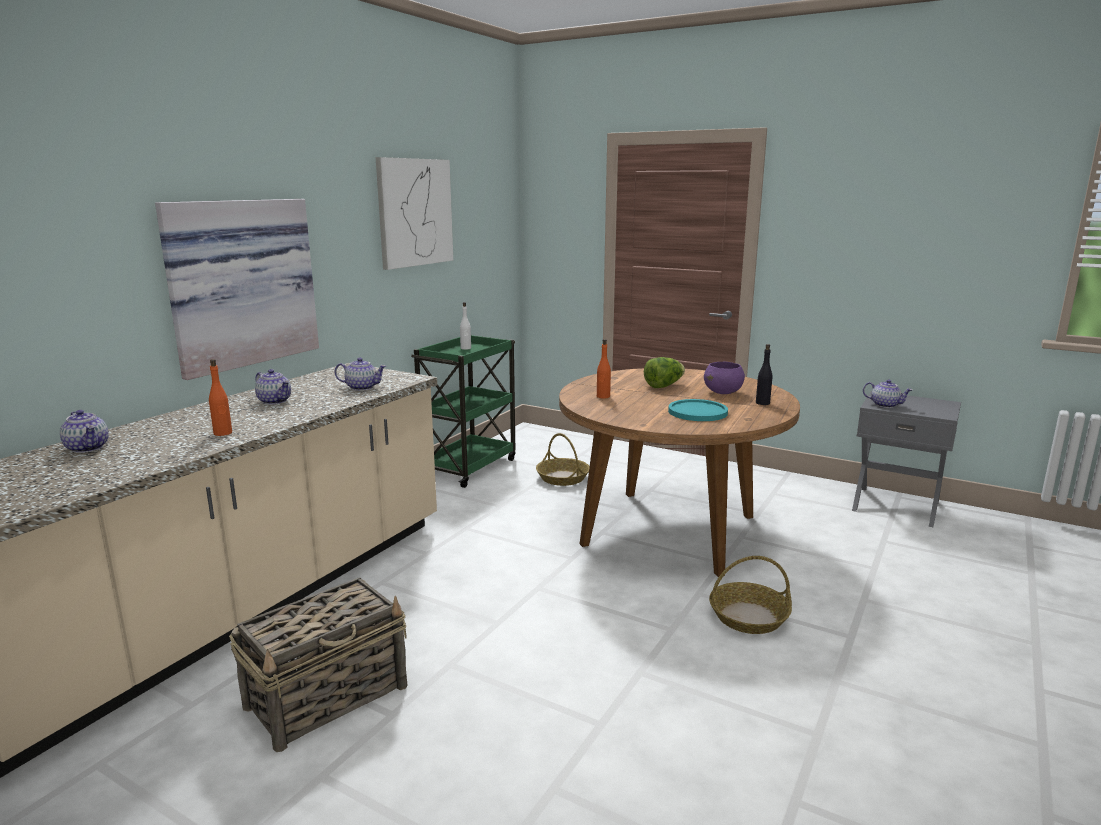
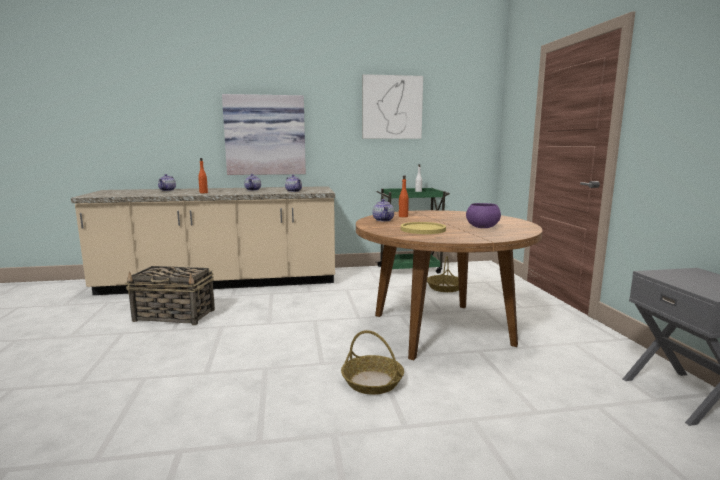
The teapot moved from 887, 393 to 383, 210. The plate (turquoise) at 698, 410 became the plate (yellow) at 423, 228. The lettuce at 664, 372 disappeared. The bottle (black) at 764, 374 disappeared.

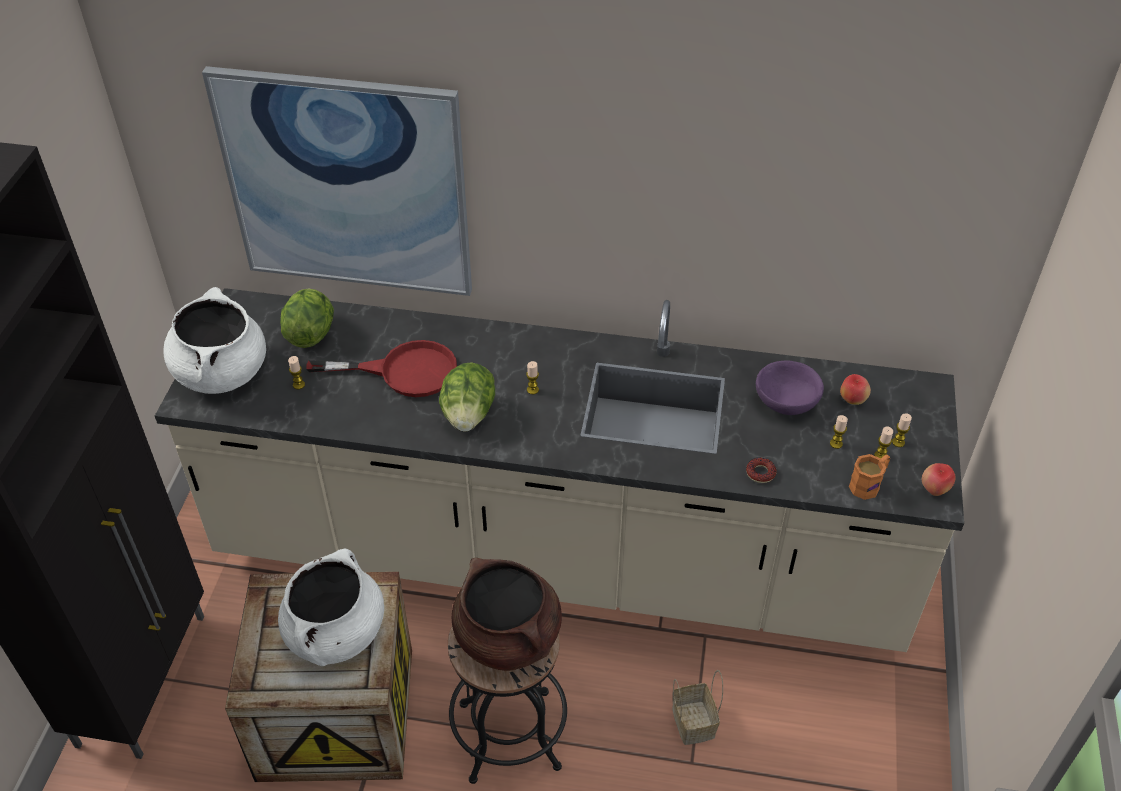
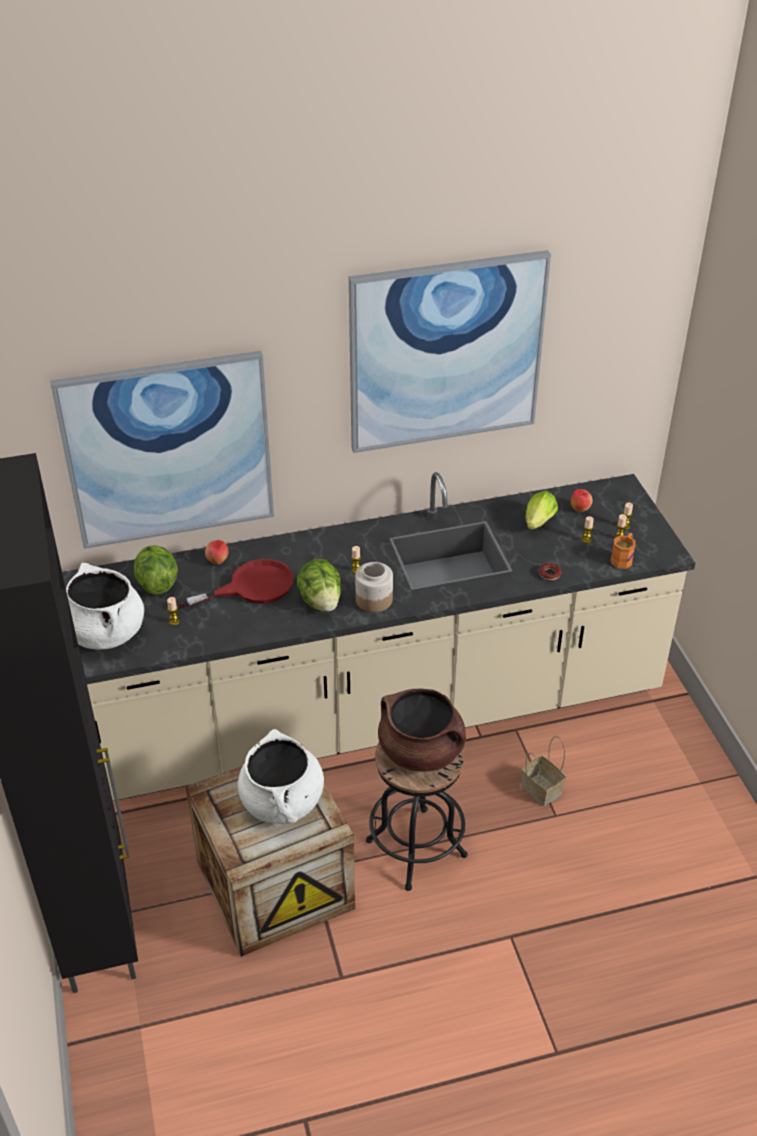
The apple moved from 938, 479 to 216, 552. The picture at 450, 351 appeared. The jar at 374, 587 appeared. The bowl (purple) at 790, 387 was replaced by the lettuce at 541, 510.

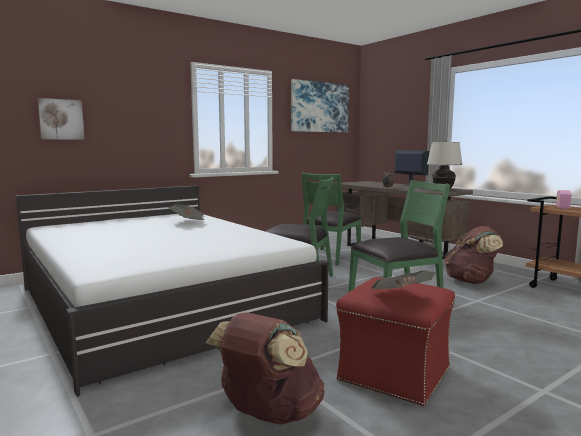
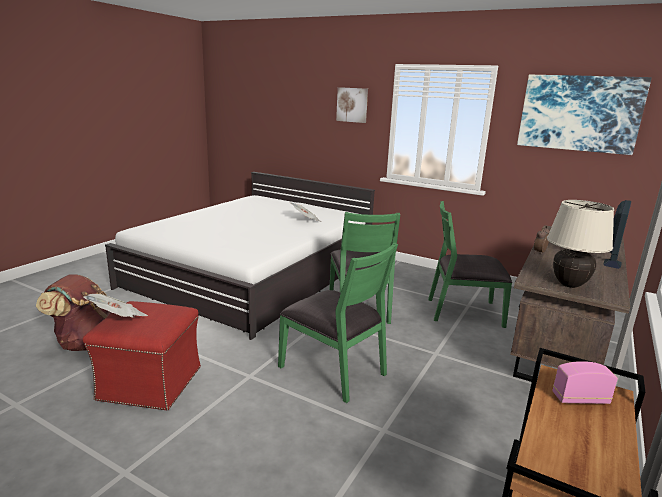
The picture moved from 61, 119 to 352, 105. The backpack (brown) at 473, 255 disappeared.

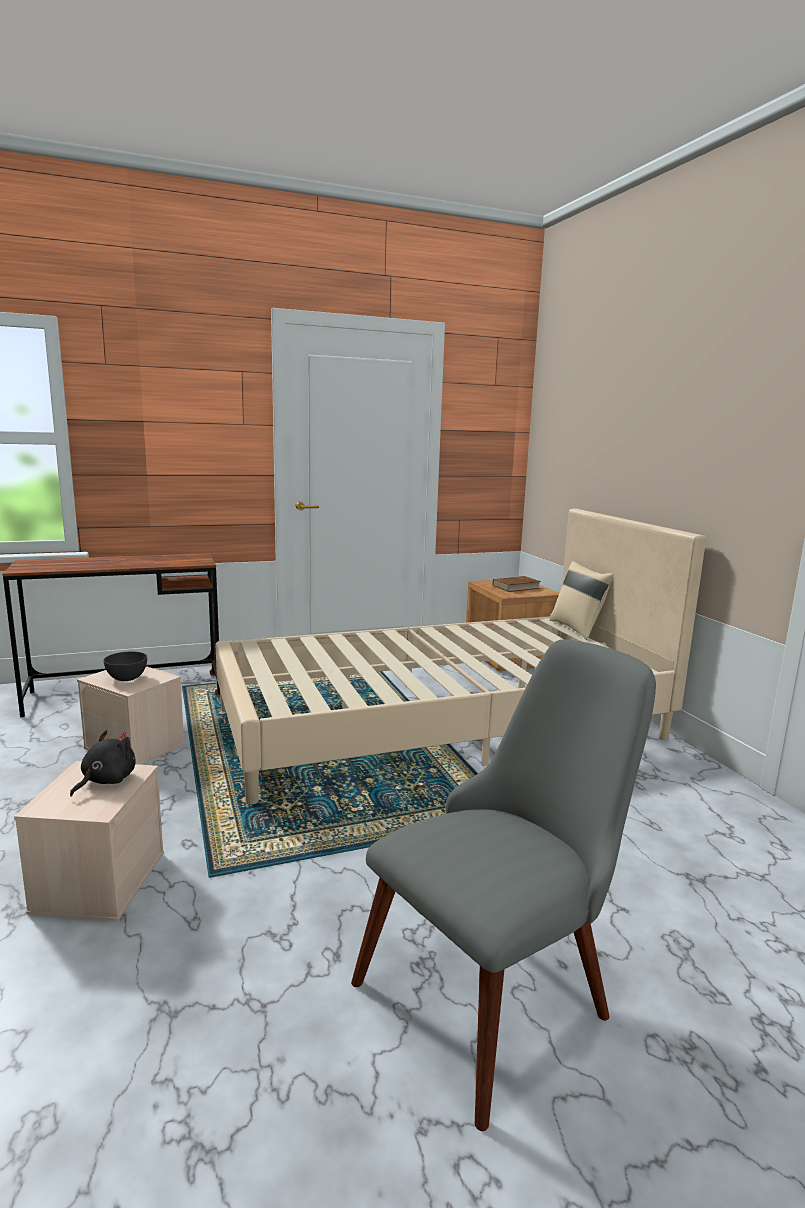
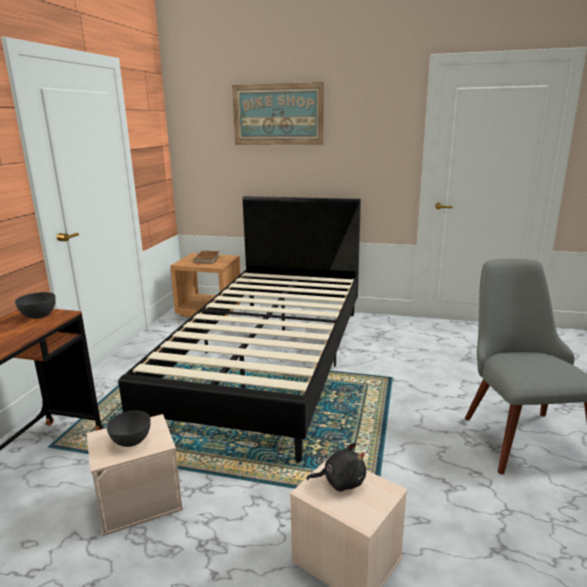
The bowl (grey) at 35, 305 appeared. The bed (beige) at 460, 656 became the bed (black) at 239, 329. The picture at 278, 113 appeared. The plush toy (black) at 102, 763 turned 120 degrees clockwise. The pillow (beige) at 581, 600 disappeared.

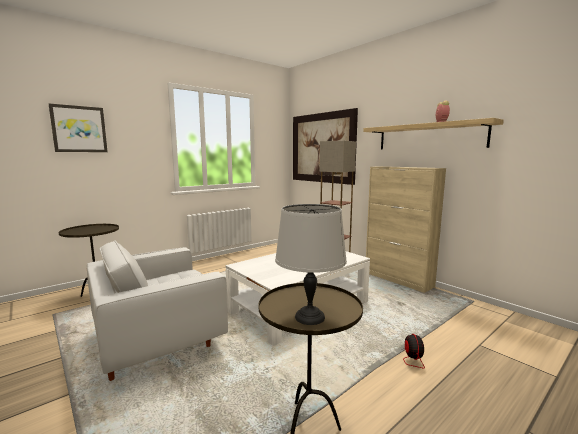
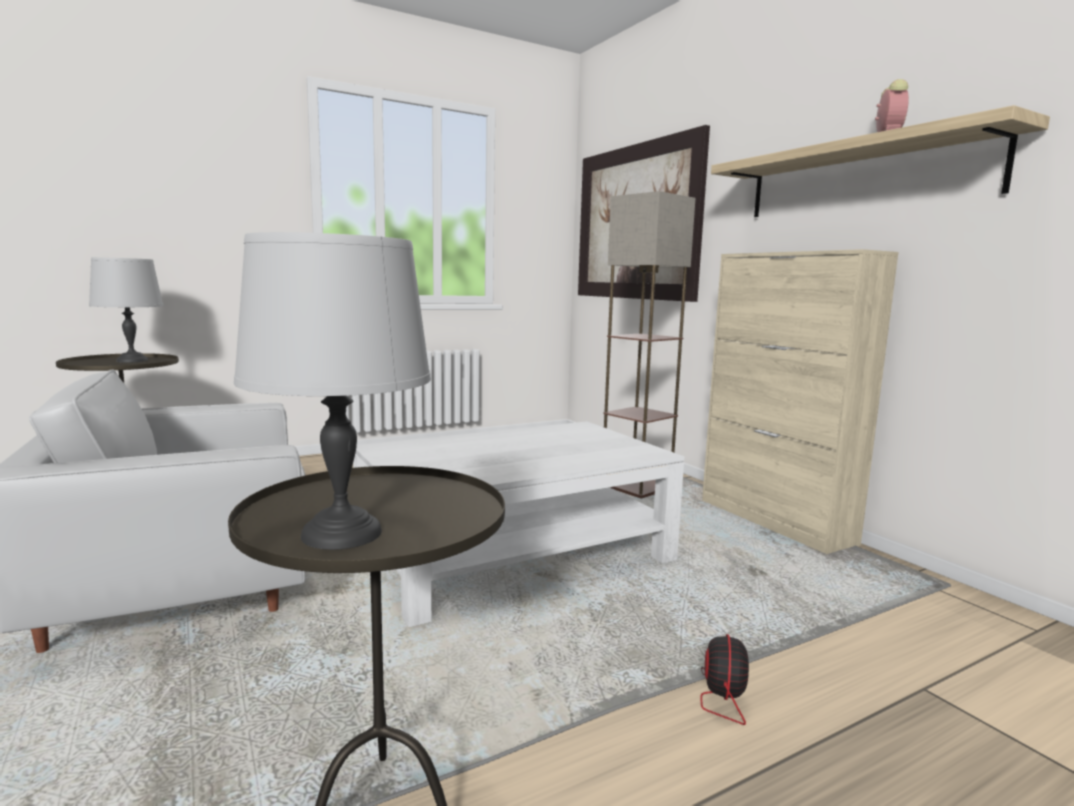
The table lamp (grey) at 126, 310 appeared. The picture at 78, 128 disappeared.

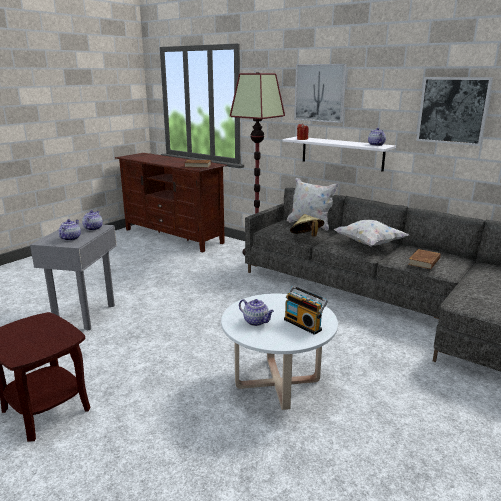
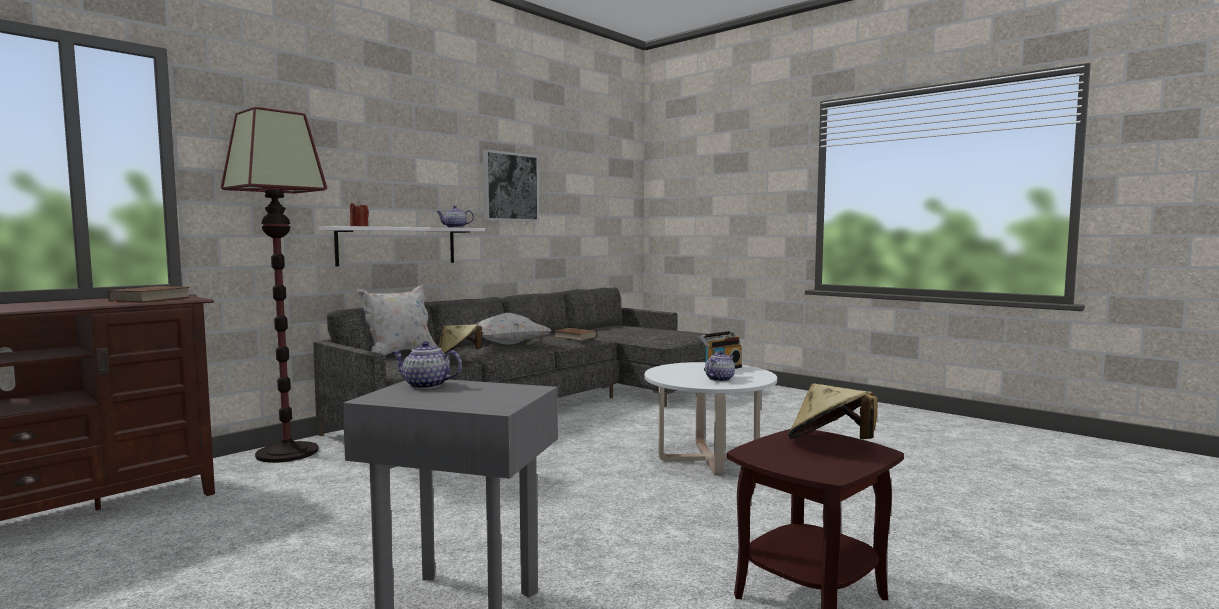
The hat (beige) at 832, 411 appeared. The teapot at 70, 230 disappeared. The picture at 320, 93 disappeared.

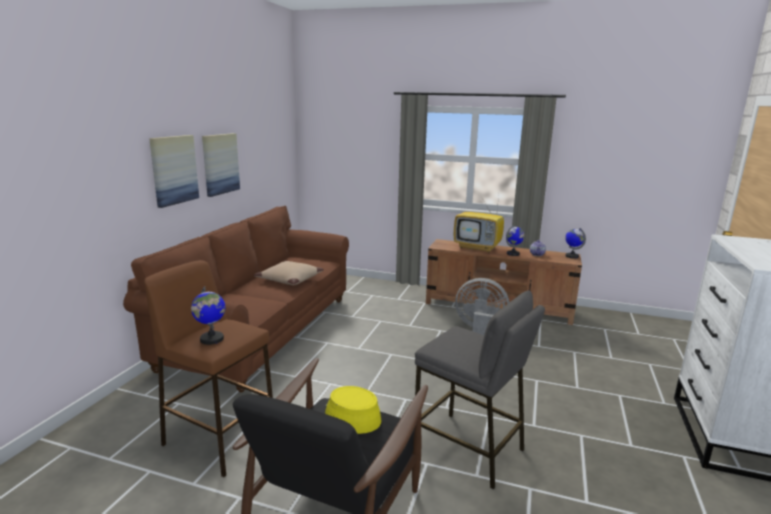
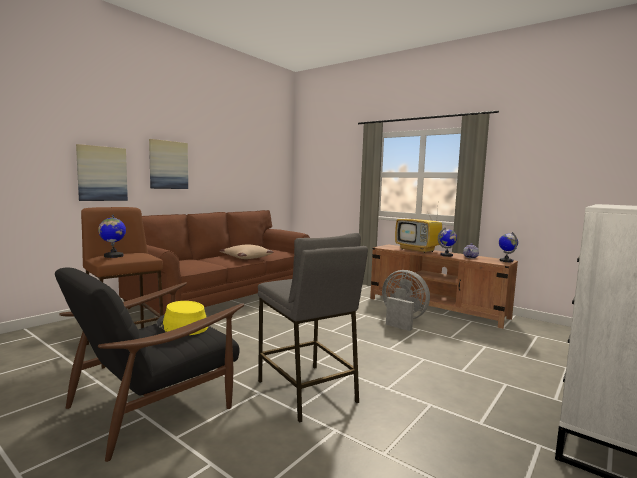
The picture moved from 221, 165 to 102, 172.

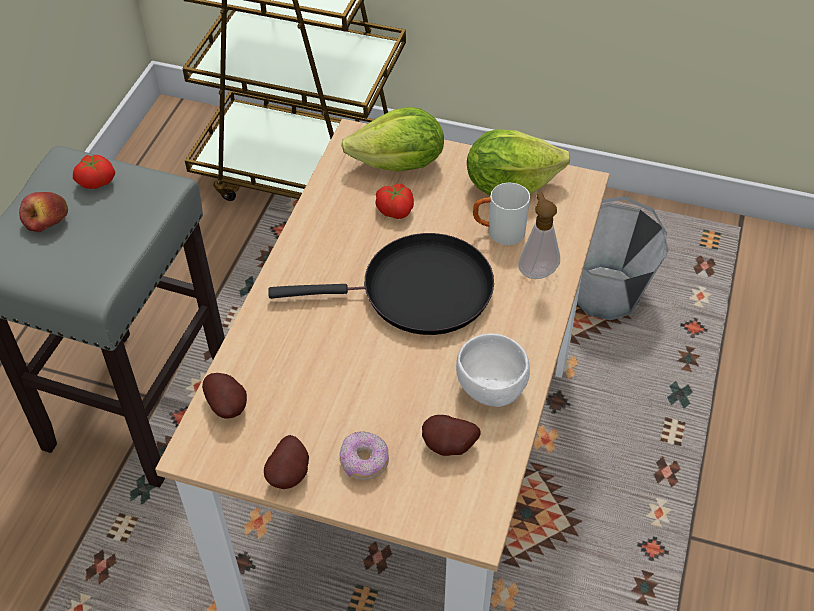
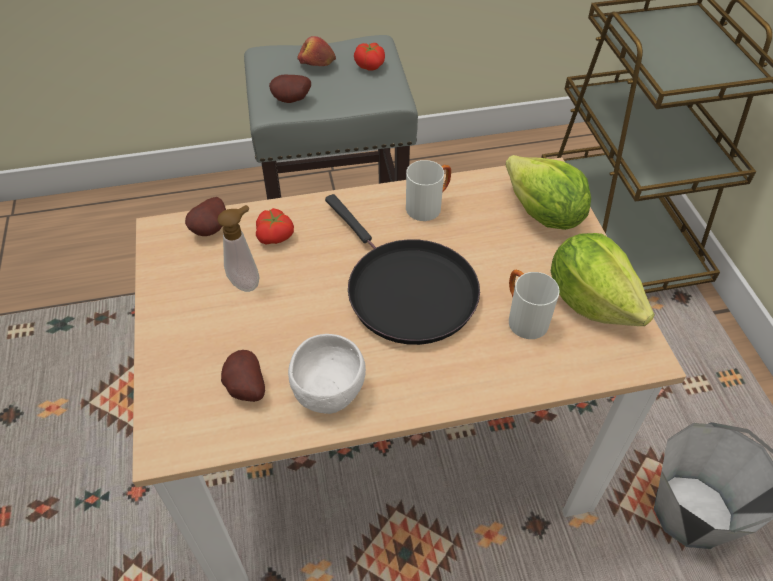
The soap dispenser moved from 539, 236 to 238, 248. The tomato moved from 394, 201 to 275, 226. The potato moved from 286, 462 to 290, 89. The mug (white) at 428, 190 appeared. The donut at 364, 455 disappeared.

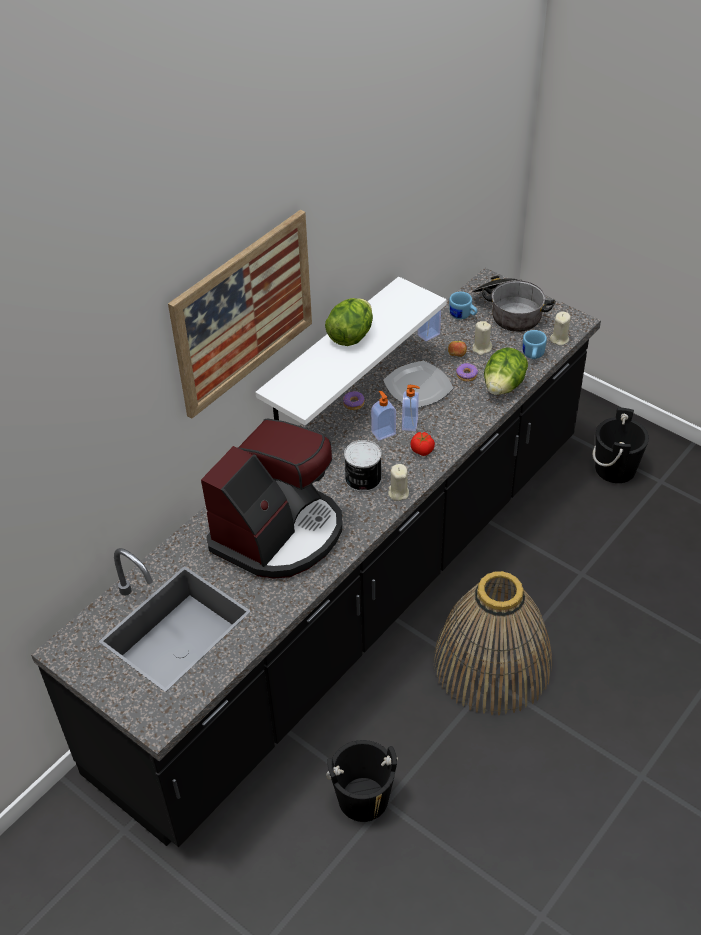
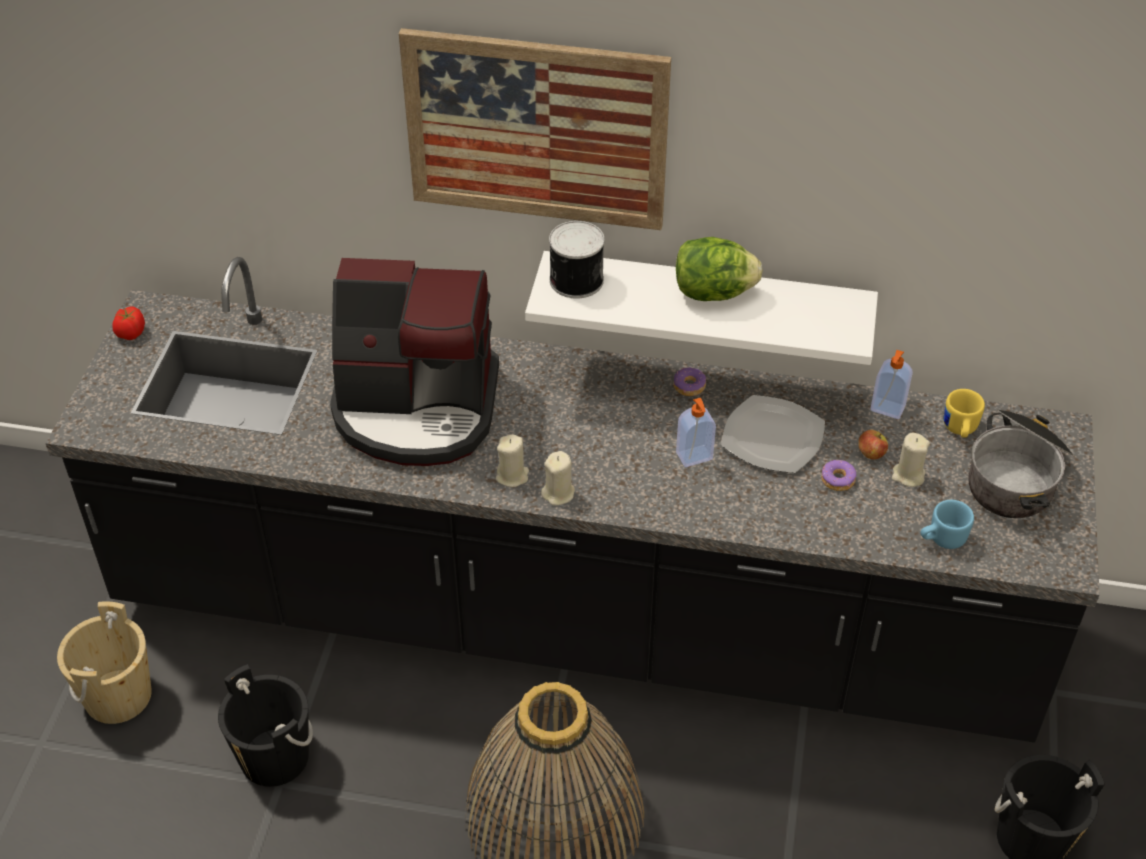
The bucket (beige) at 104, 662 appeared. The tomato moved from 423, 444 to 128, 323. The candle (beige) moved from 560, 328 to 512, 460. The can moved from 363, 466 to 576, 260. The mug (blue) at 463, 306 became the mug (yellow) at 964, 413. The soap dispenser at 383, 416 disappeared. The lettuce at 506, 371 disappeared.

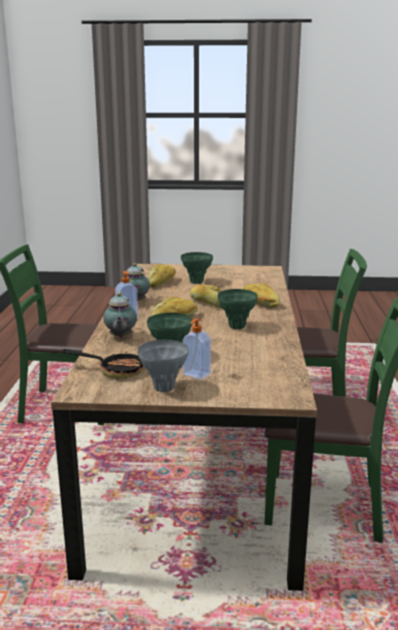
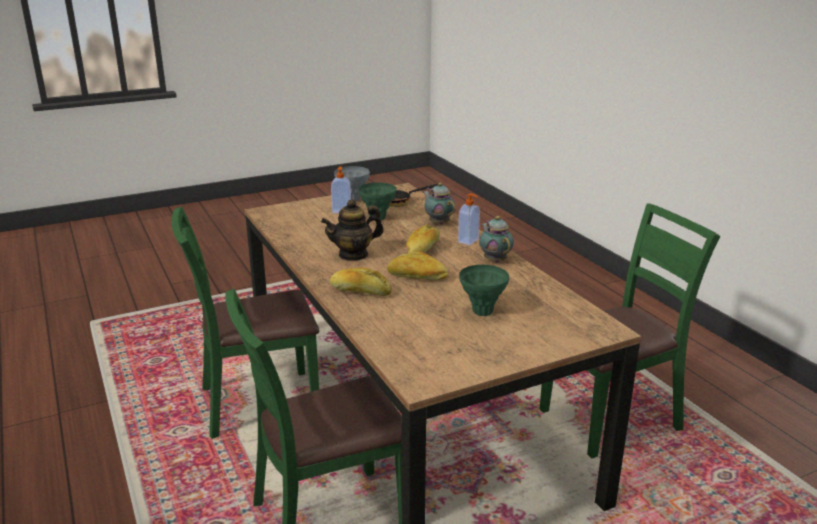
The vase (green) at 238, 309 was replaced by the teapot at 352, 230. The bread at 162, 276 disappeared.

